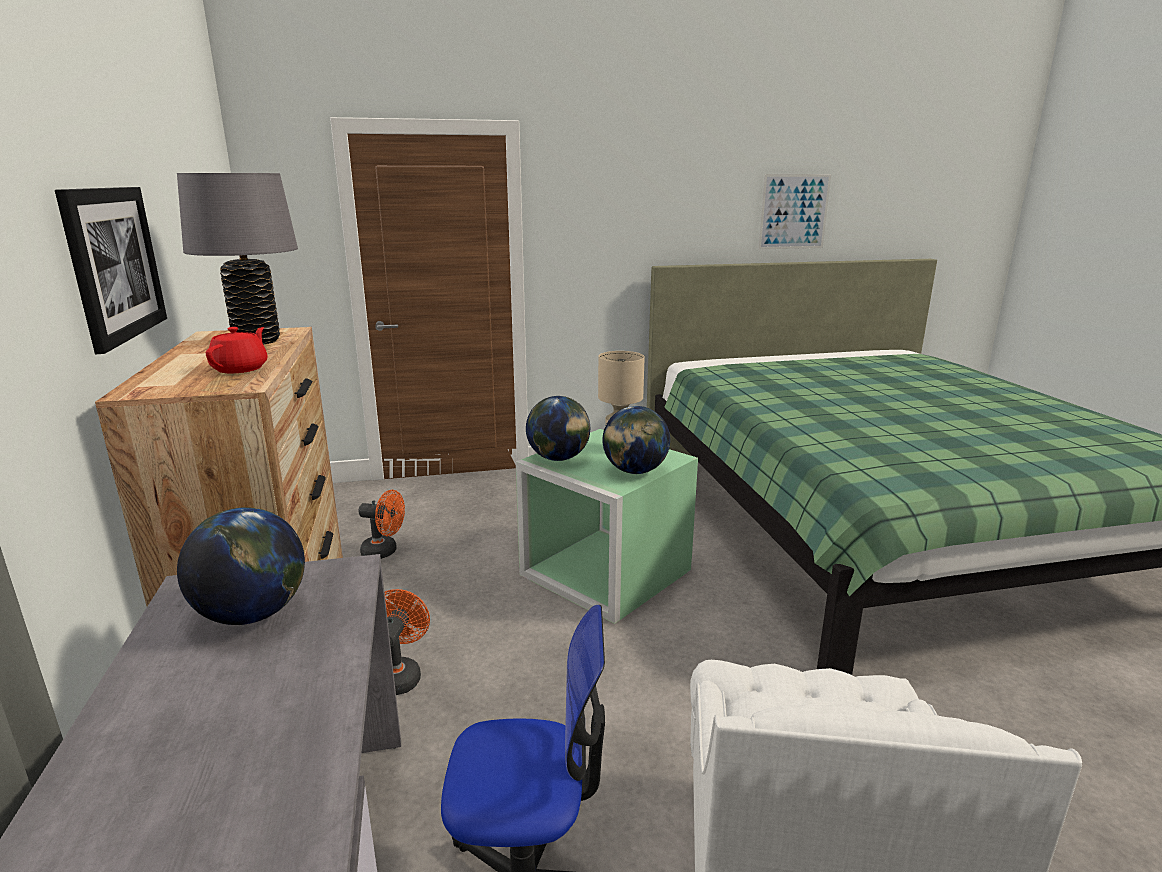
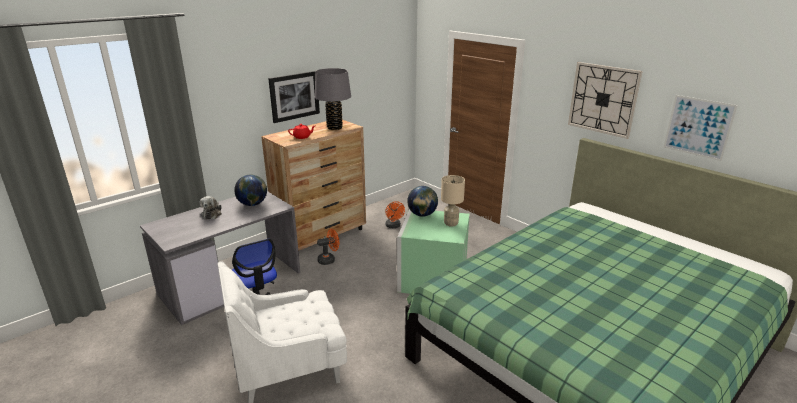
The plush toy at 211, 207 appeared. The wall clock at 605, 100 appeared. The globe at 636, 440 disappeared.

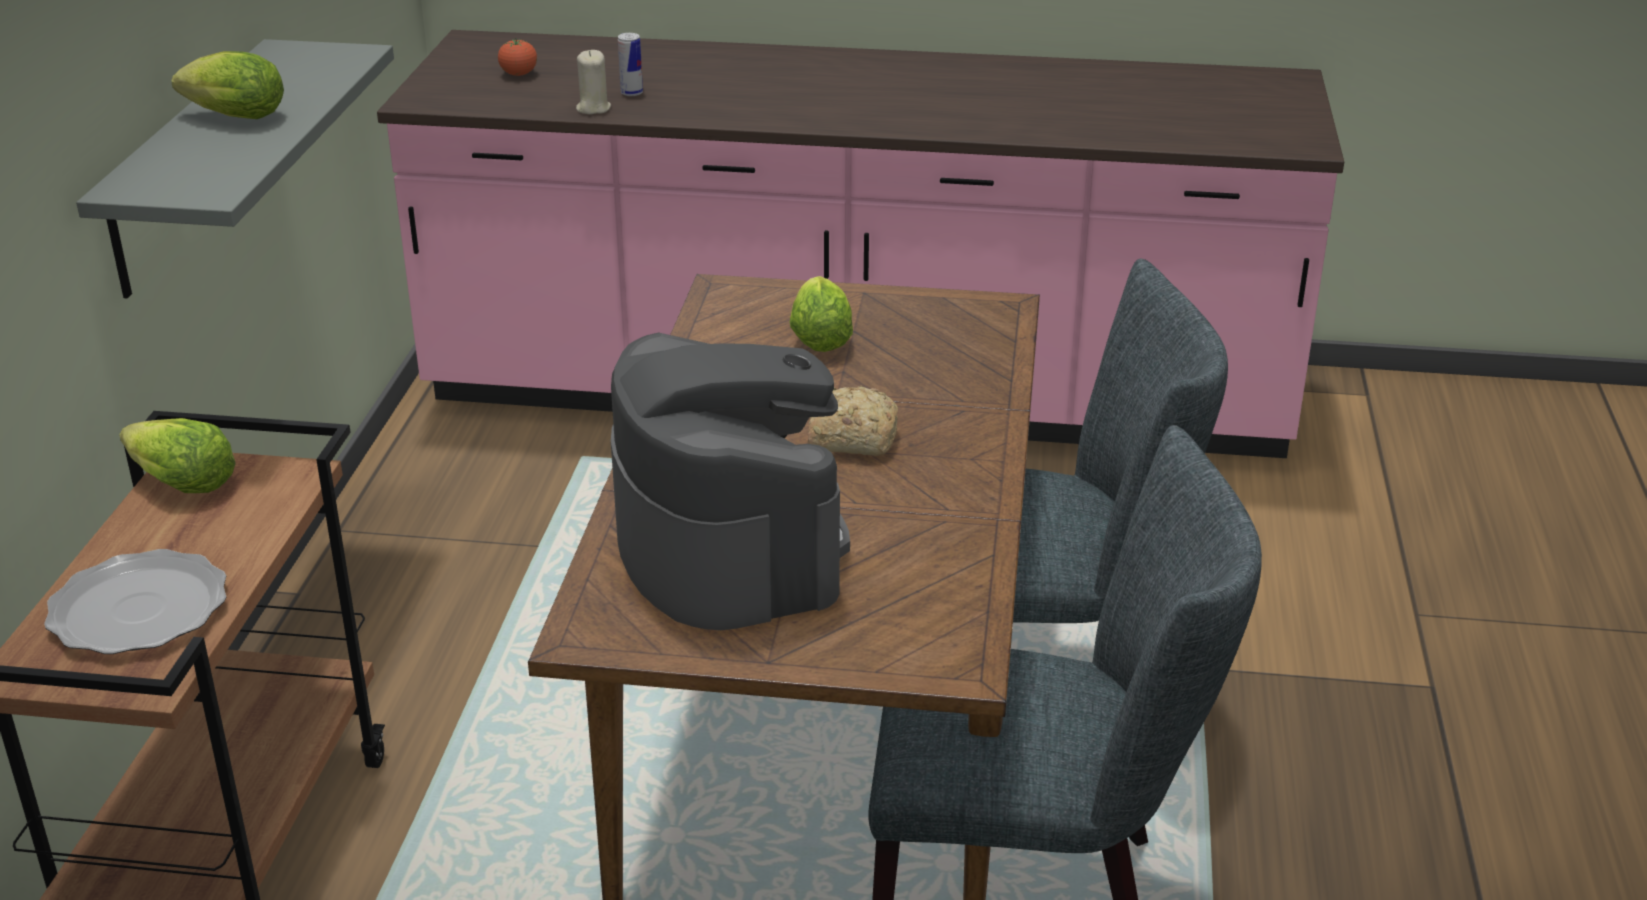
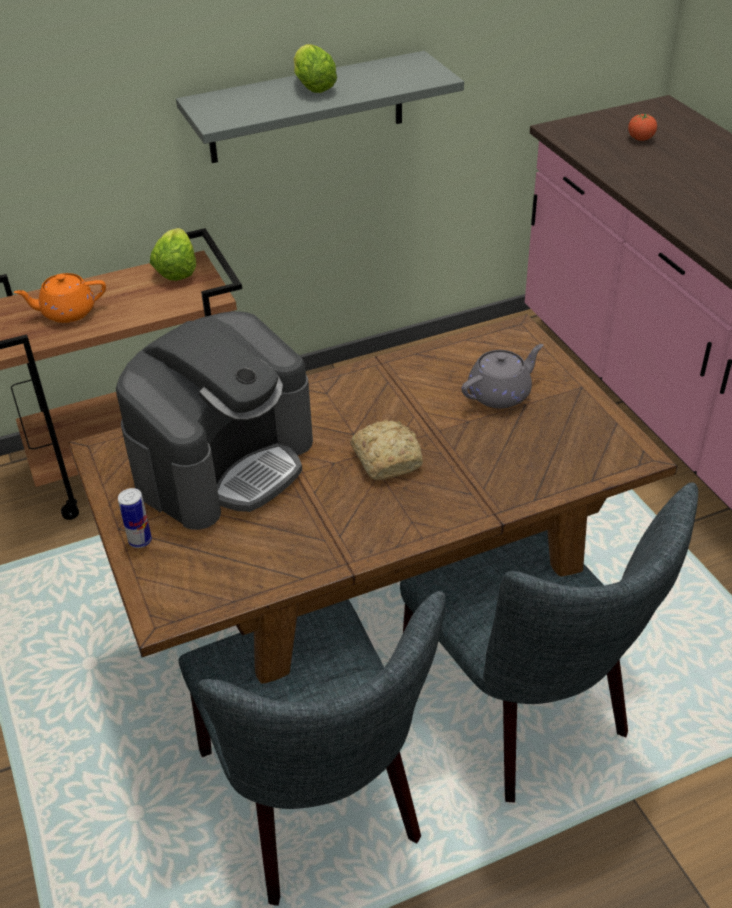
The plate at 135, 601 was replaced by the teapot (orange) at 60, 298. The can moved from 630, 64 to 135, 518. The lettuce at 821, 314 was replaced by the teapot (grey) at 502, 376. The candle (beige) at 593, 82 disappeared.

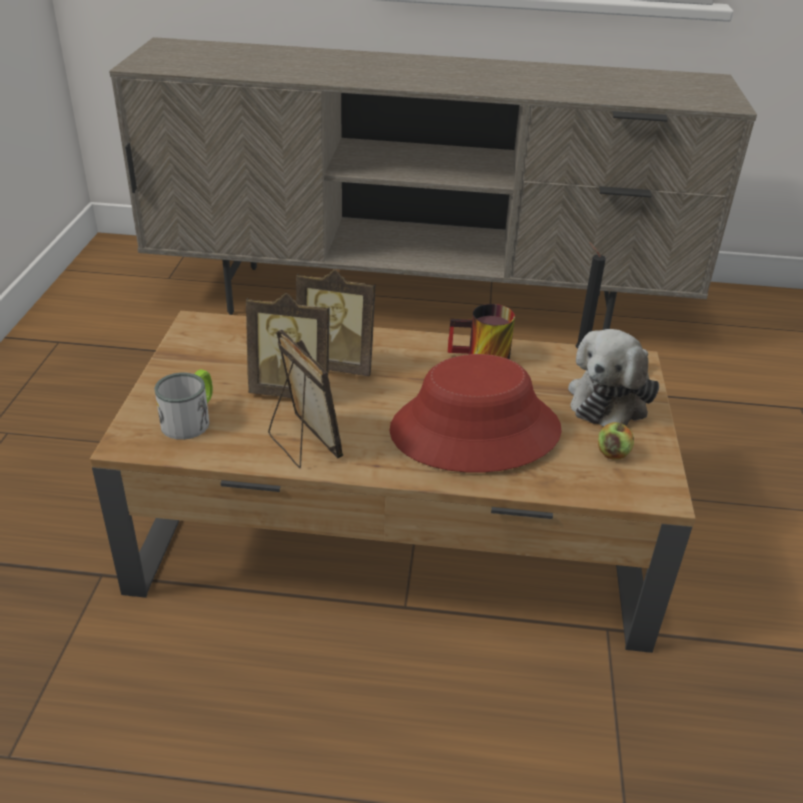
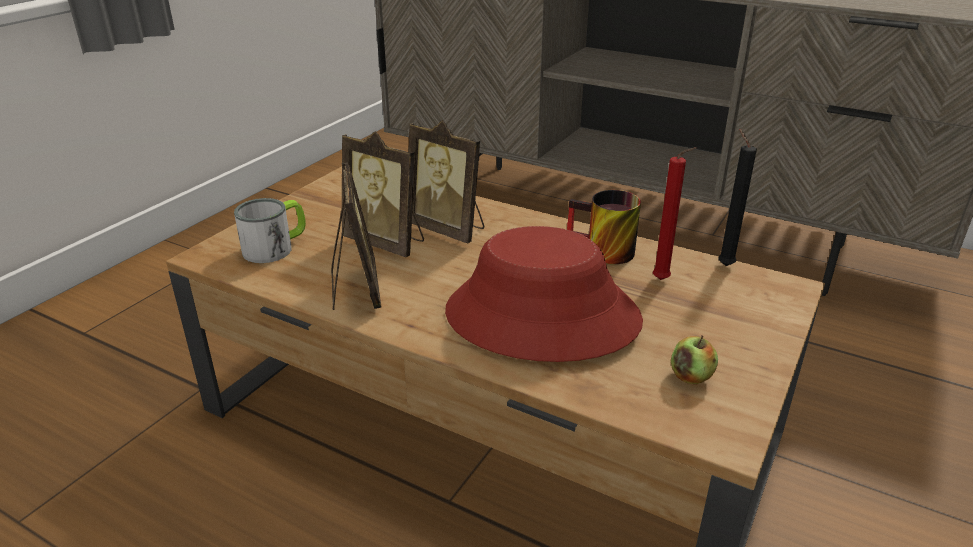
The candle (red) at 675, 213 appeared. The plush toy at 613, 378 disappeared.

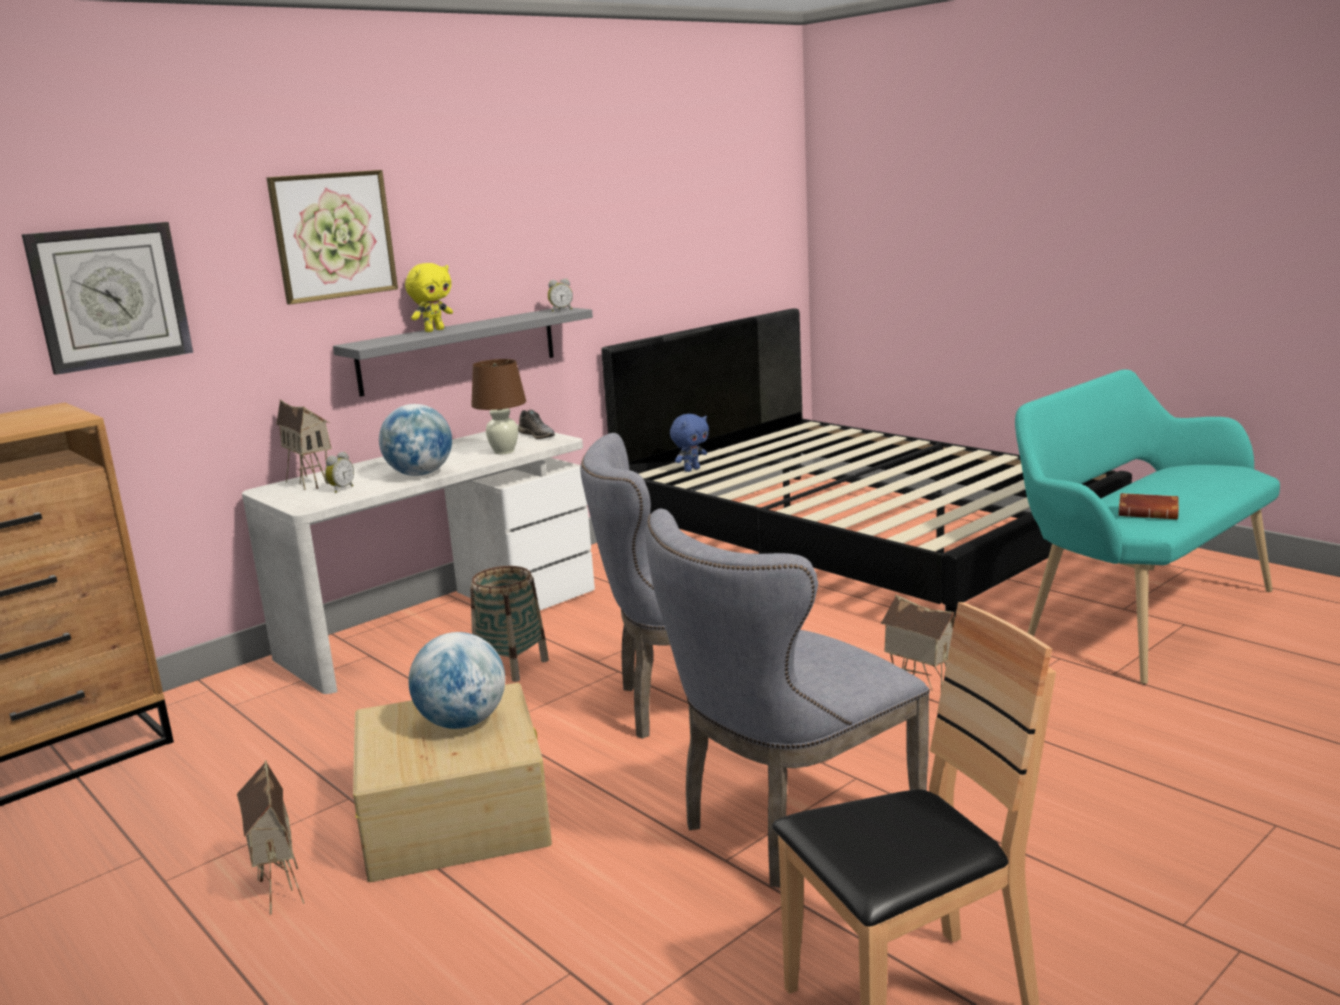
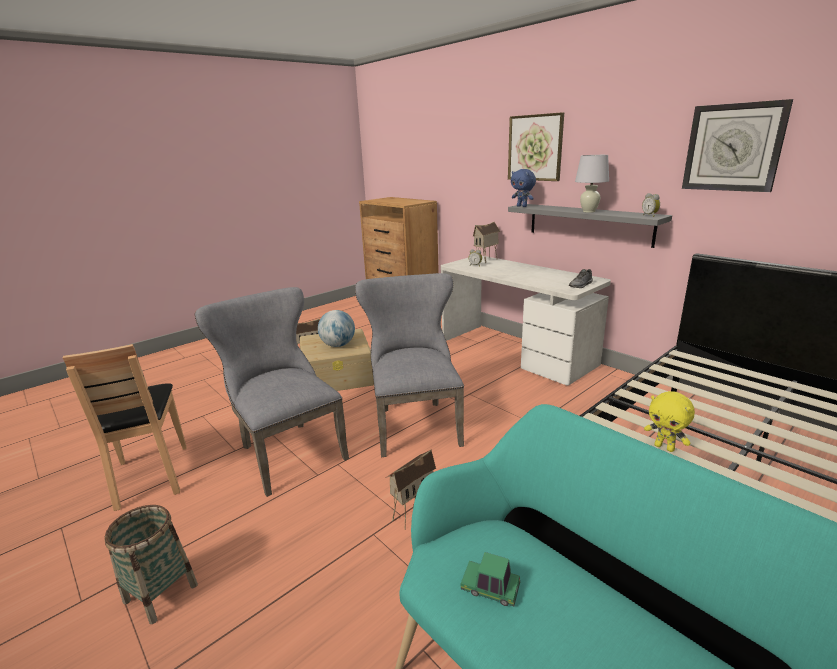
The basket moved from 509, 624 to 151, 564. The book (brown) at 1148, 506 was replaced by the toy car at 490, 579. The plush toy (blue) moved from 689, 443 to 523, 188. The table lamp (white) at 592, 184 appeared. The plush toy (yellow) moved from 429, 297 to 669, 421. The wall clock moved from 107, 298 to 737, 145. The globe at 415, 440 disappeared. The table lamp (brown) at 498, 406 disappeared.

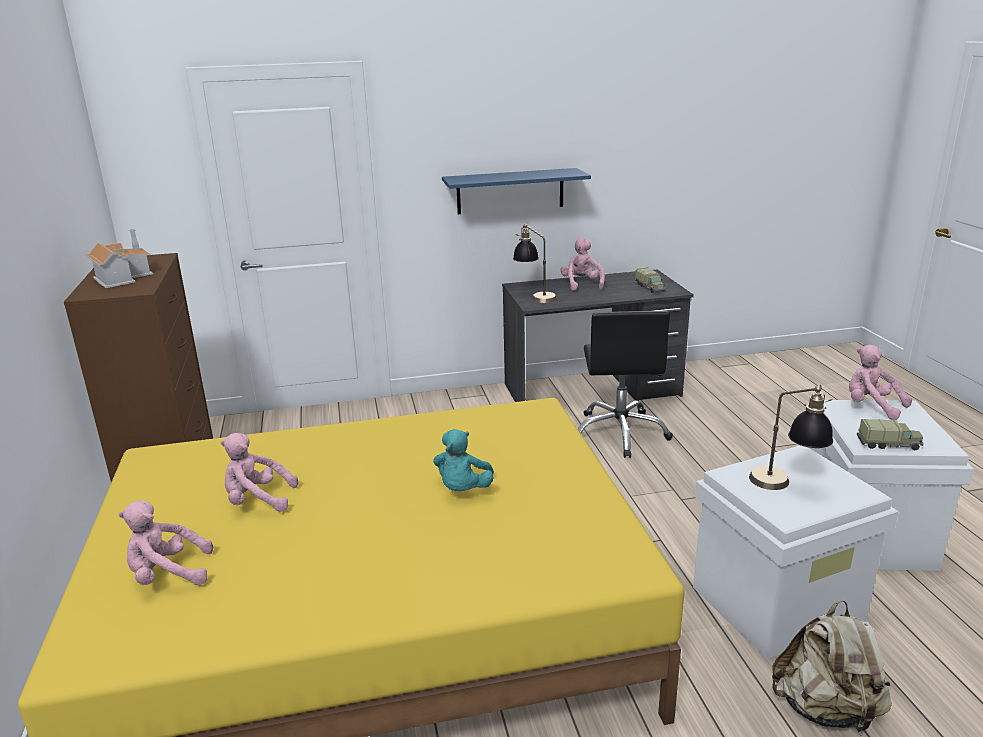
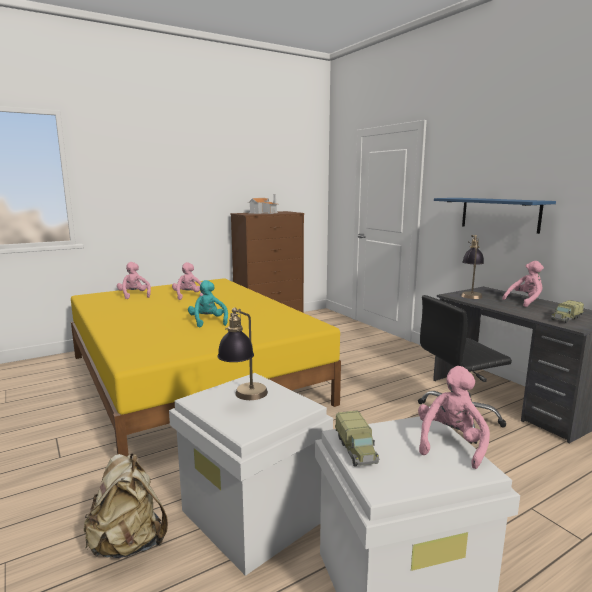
The plush toy (turquoise) at 463, 460 turned 75 degrees clockwise.

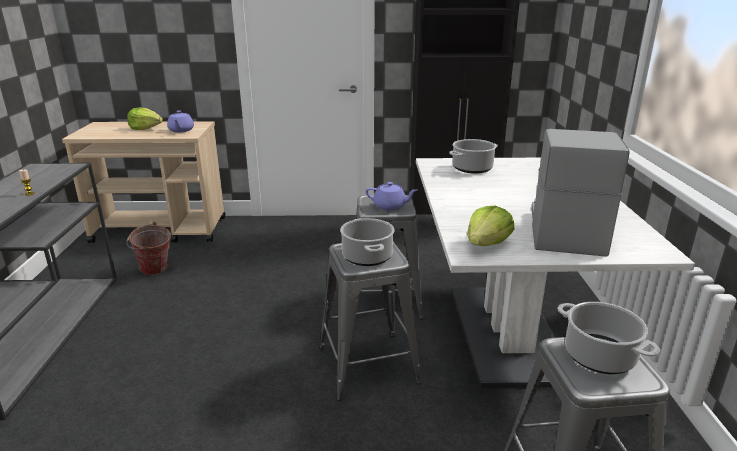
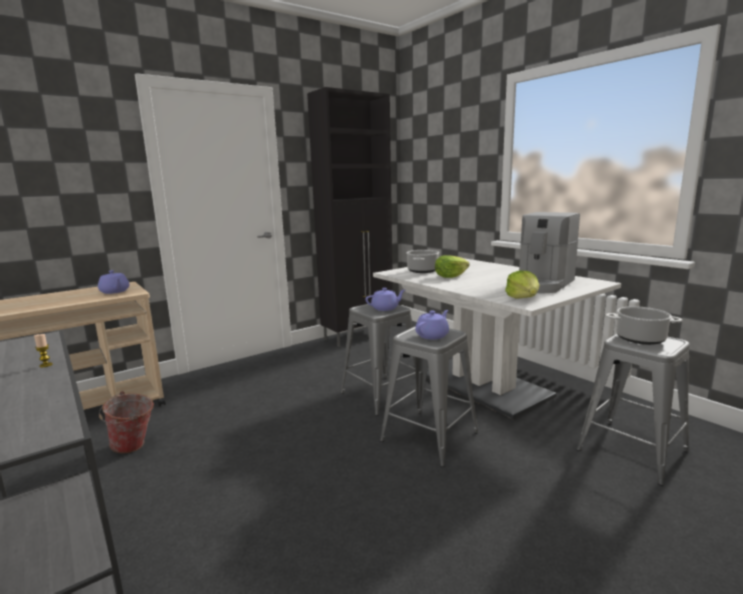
The cooking pot at 367, 242 was replaced by the teapot (purple) at 432, 325. The lettuce moved from 145, 118 to 452, 266. The coffee machine at 580, 193 turned 120 degrees counterclockwise.

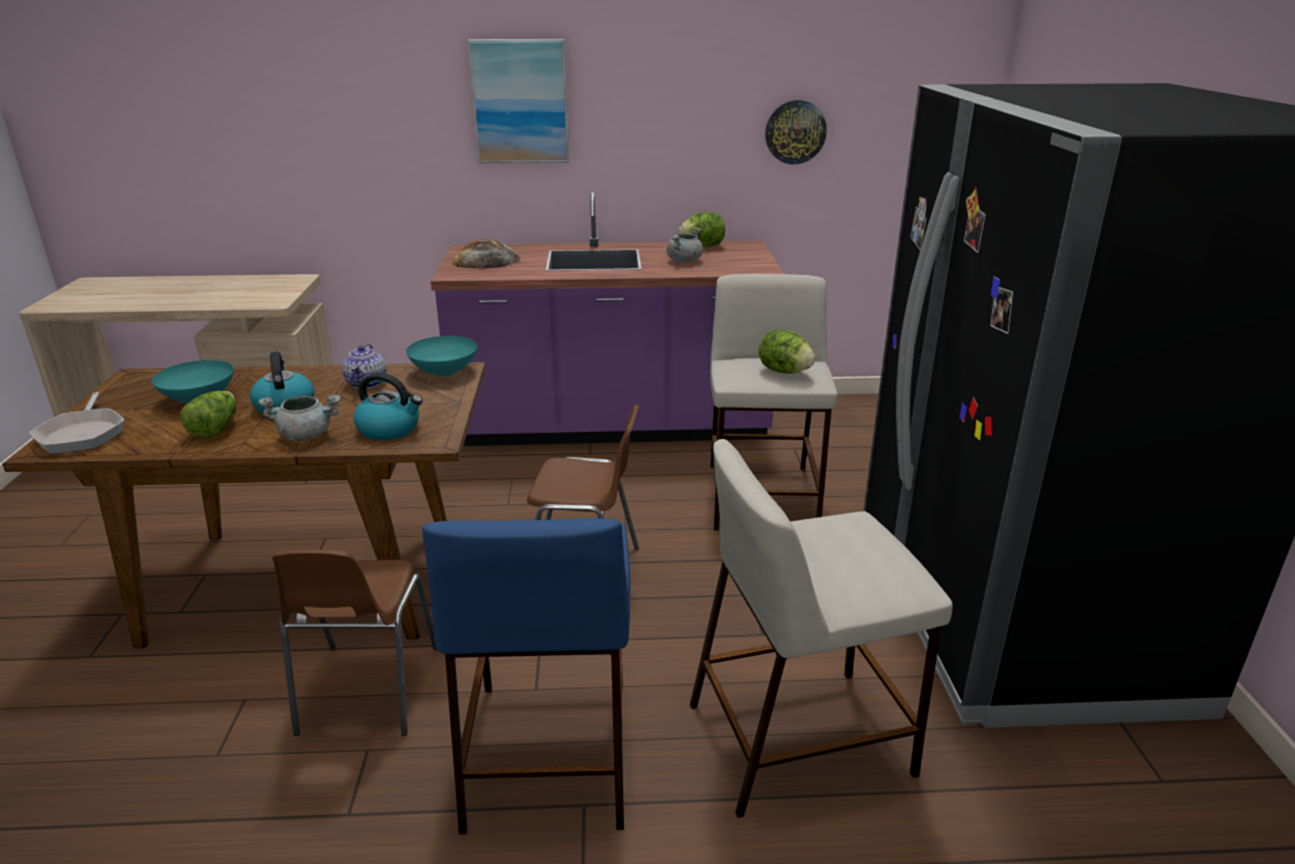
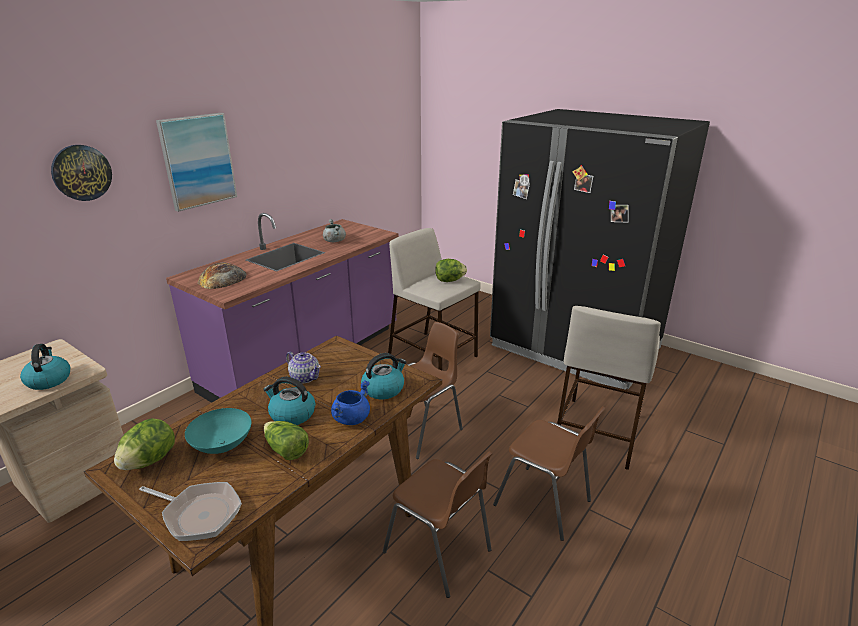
The kettle at 45, 367 appeared. The wall clock moved from 796, 132 to 81, 173. The lettuce moved from 701, 229 to 144, 444. The cooking pot (grey) at 299, 418 became the cooking pot (blue) at 350, 402. The stool (blue) at 526, 676 was replaced by the chair (brown) at 549, 473. The bowl (turquoise) at 441, 356 disappeared.

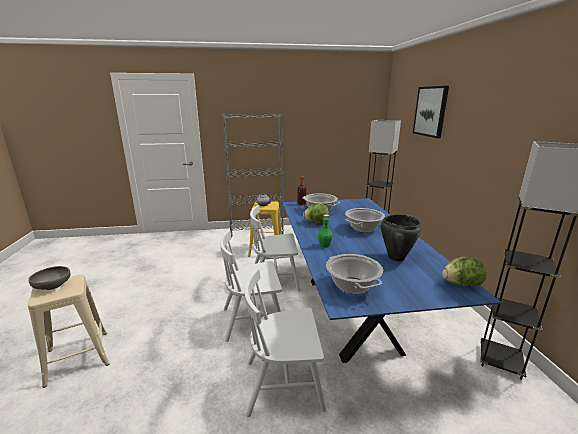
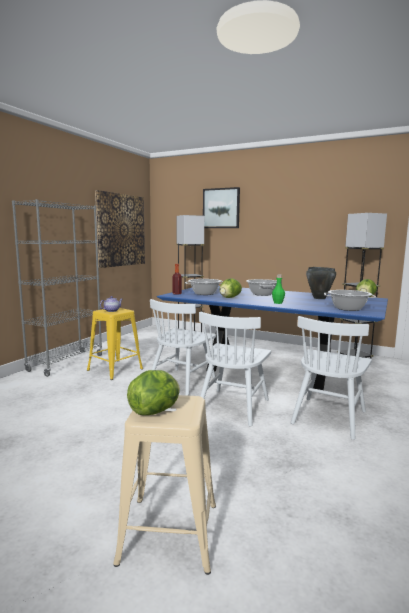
The picture at 120, 229 appeared. The bowl (grey) at 49, 278 was replaced by the lettuce at 153, 392.

